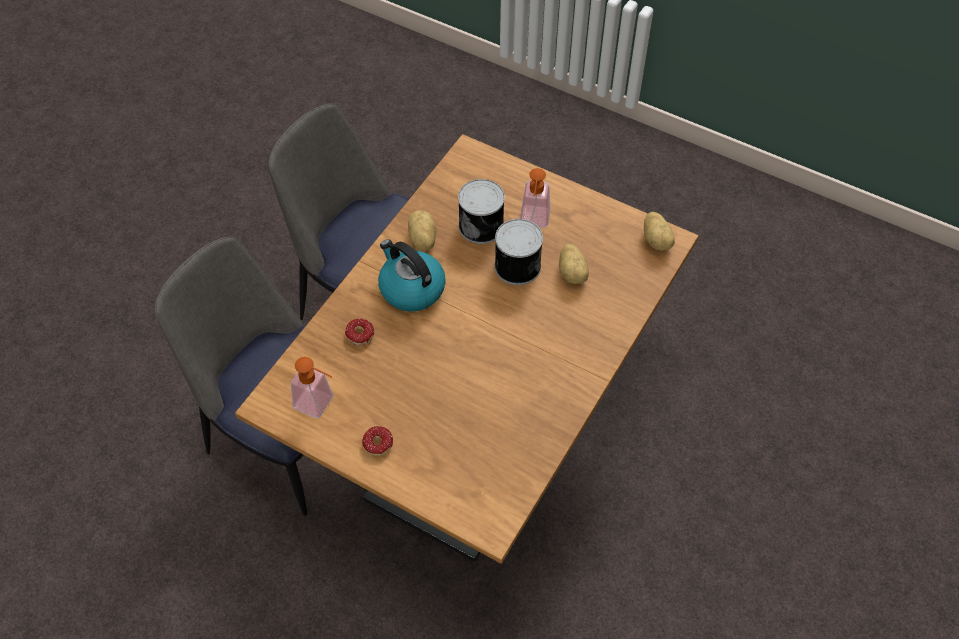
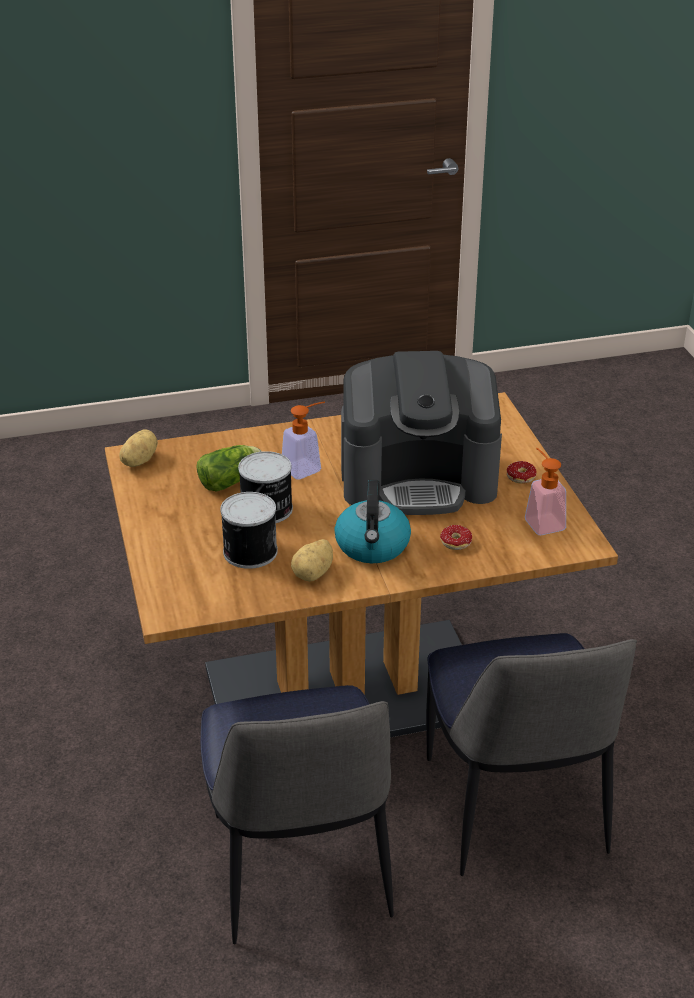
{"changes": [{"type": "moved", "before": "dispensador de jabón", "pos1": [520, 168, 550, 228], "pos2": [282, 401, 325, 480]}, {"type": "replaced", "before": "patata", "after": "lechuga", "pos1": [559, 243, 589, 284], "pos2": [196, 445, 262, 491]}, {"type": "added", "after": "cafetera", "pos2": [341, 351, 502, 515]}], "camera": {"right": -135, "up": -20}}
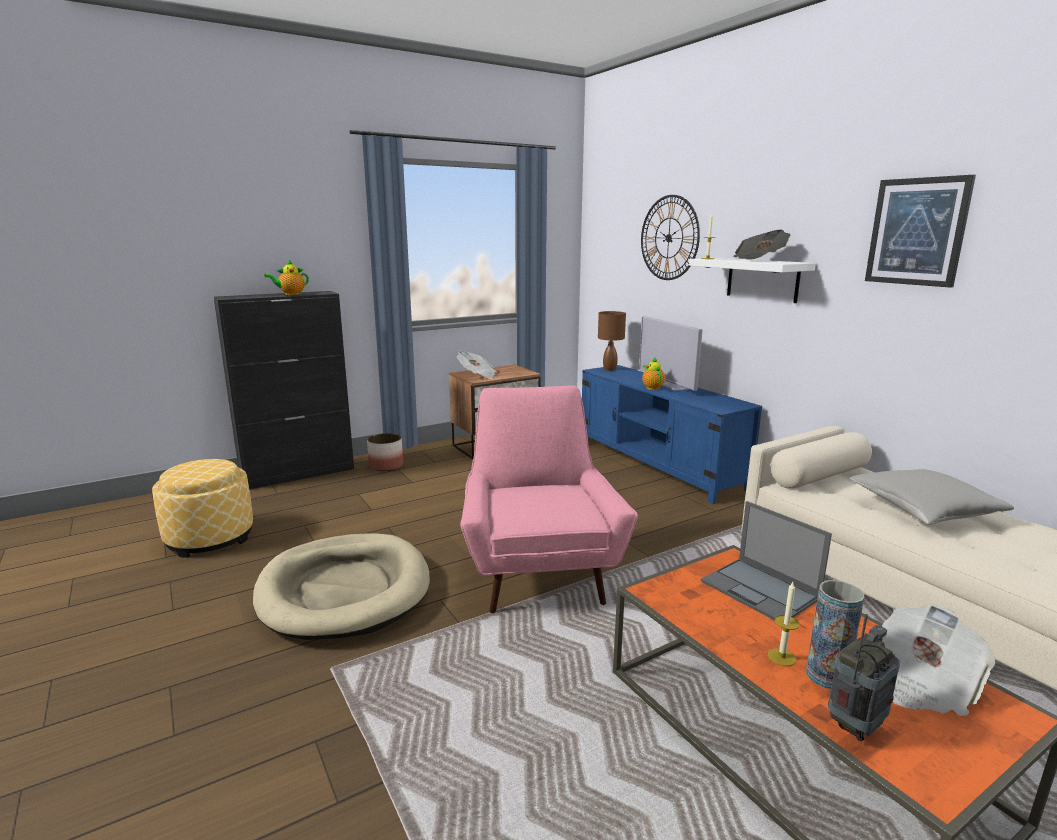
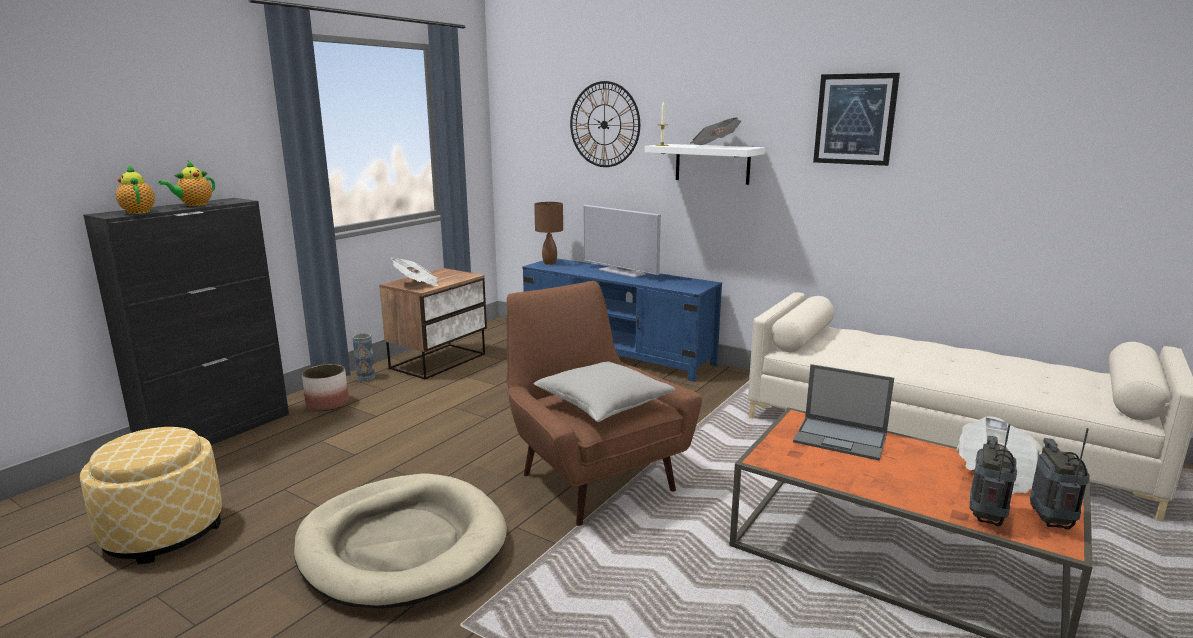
{"changes": [{"type": "moved", "before": "tetera", "pos1": [642, 357, 665, 390], "pos2": [116, 164, 155, 214]}, {"type": "recoloured", "before": "sillón (rosa)", "after": "sillón (marrón)", "pos1": [460, 386, 638, 613], "pos2": [506, 281, 702, 526]}, {"type": "moved", "before": "cojín (gris)", "pos1": [850, 469, 1014, 525], "pos2": [534, 361, 675, 422]}, {"type": "moved", "before": "florero", "pos1": [806, 580, 864, 689], "pos2": [352, 333, 375, 381]}, {"type": "removed", "before": "vela", "pos1": [768, 582, 799, 666]}, {"type": "added", "after": "radio", "pos2": [1030, 428, 1090, 530]}], "camera": {"right": -25, "up": 0}}
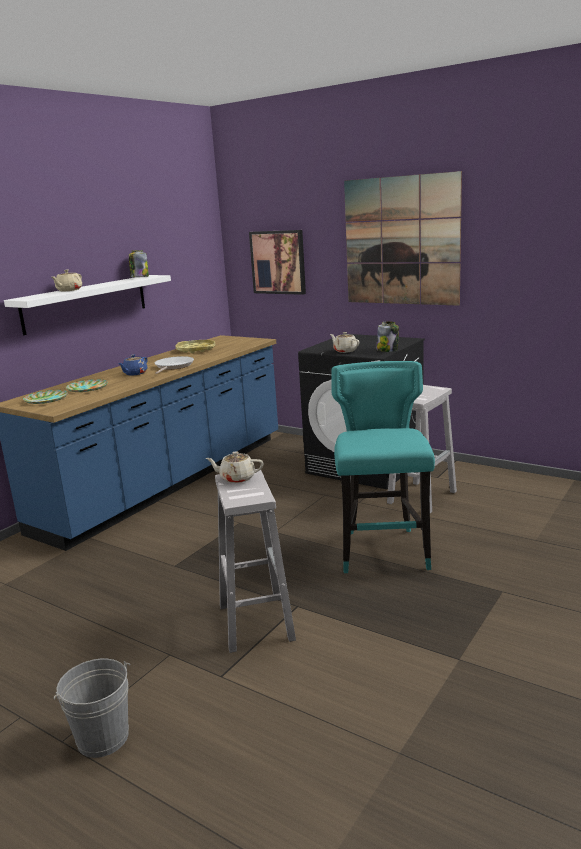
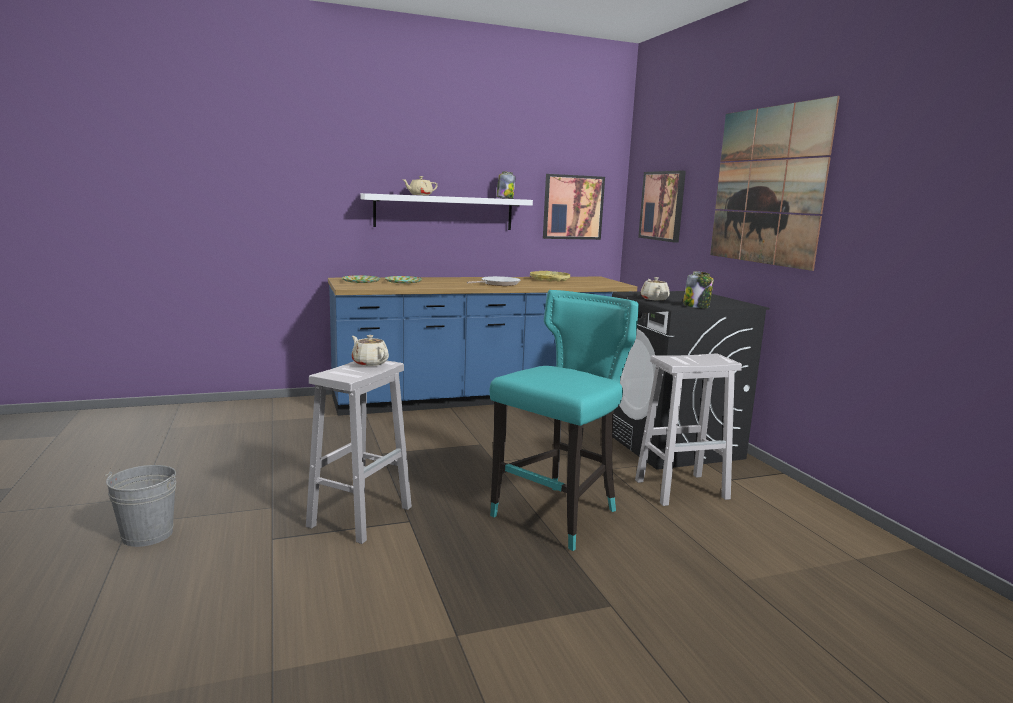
{"changes": [{"type": "removed", "before": "tetera (azul)", "pos1": [118, 354, 147, 375]}, {"type": "added", "after": "cuadro", "pos2": [543, 174, 605, 240]}], "camera": {"right": 35, "up": -5}}
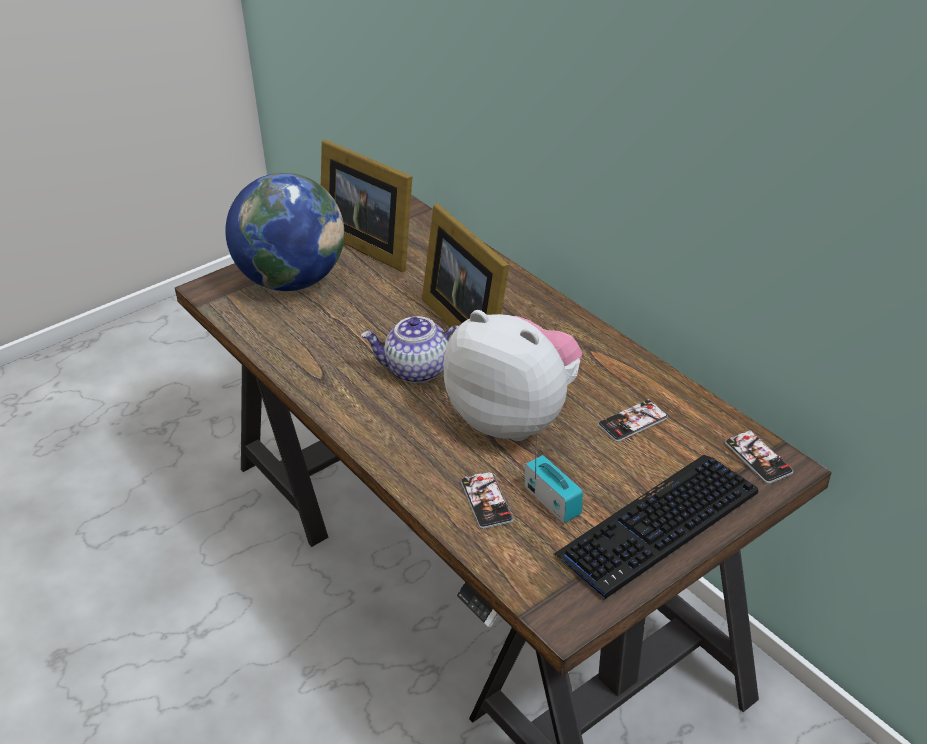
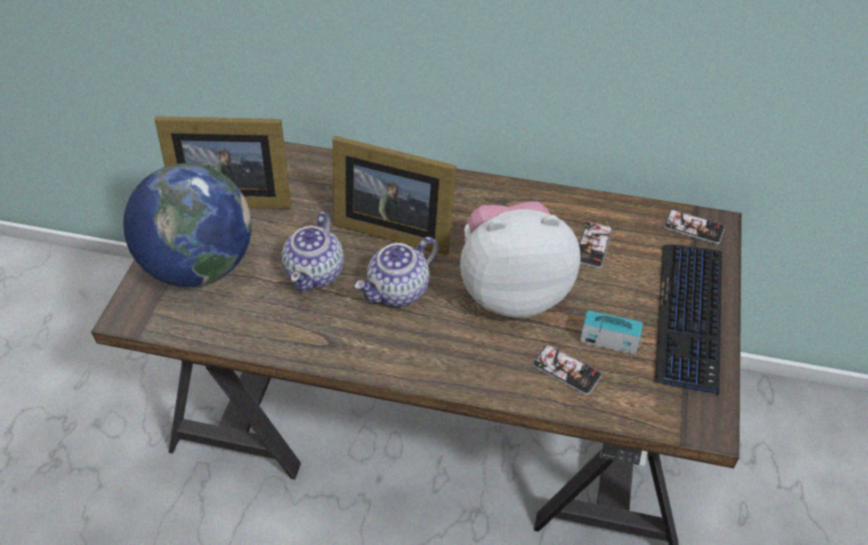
{"changes": [{"type": "added", "after": "tetera", "pos2": [282, 212, 344, 292]}], "camera": {"right": -40, "up": 10}}
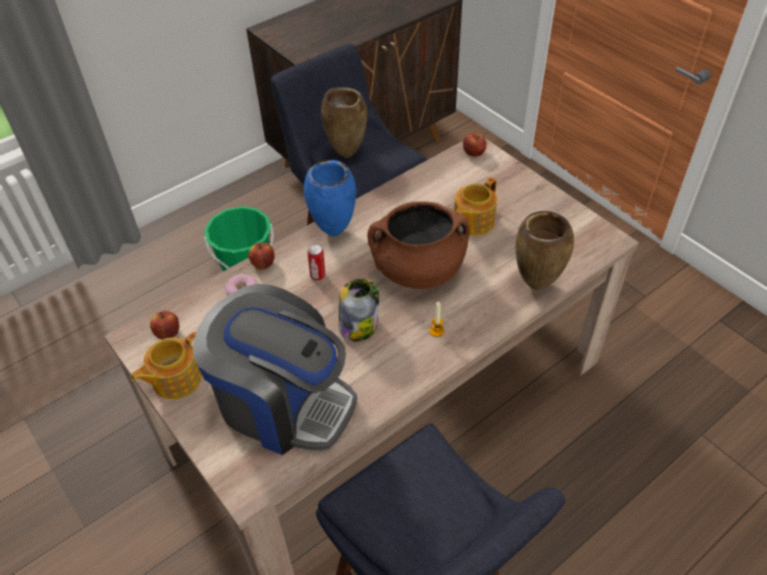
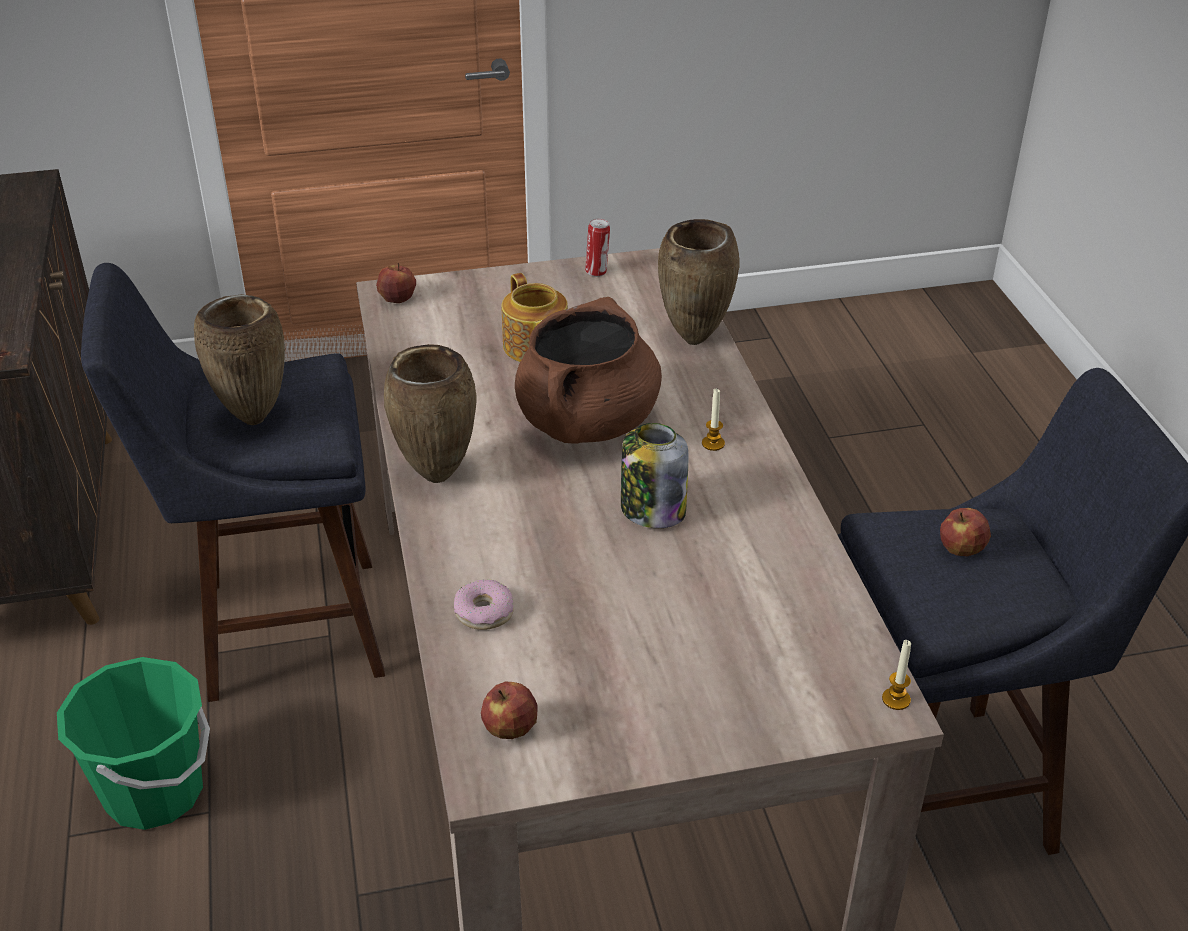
{"changes": [{"type": "recoloured", "before": "florero (azul)", "after": "florero (marrón)", "pos1": [304, 160, 356, 236], "pos2": [384, 344, 476, 483]}, {"type": "moved", "before": "manzana", "pos1": [248, 242, 275, 270], "pos2": [940, 508, 991, 556]}, {"type": "moved", "before": "lata", "pos1": [308, 244, 325, 281], "pos2": [585, 219, 610, 277]}, {"type": "removed", "before": "cafetera", "pos1": [193, 284, 357, 455]}, {"type": "removed", "before": "tetera", "pos1": [131, 332, 202, 399]}, {"type": "added", "after": "vela", "pos2": [882, 640, 911, 710]}], "camera": {"right": -65, "up": -10}}
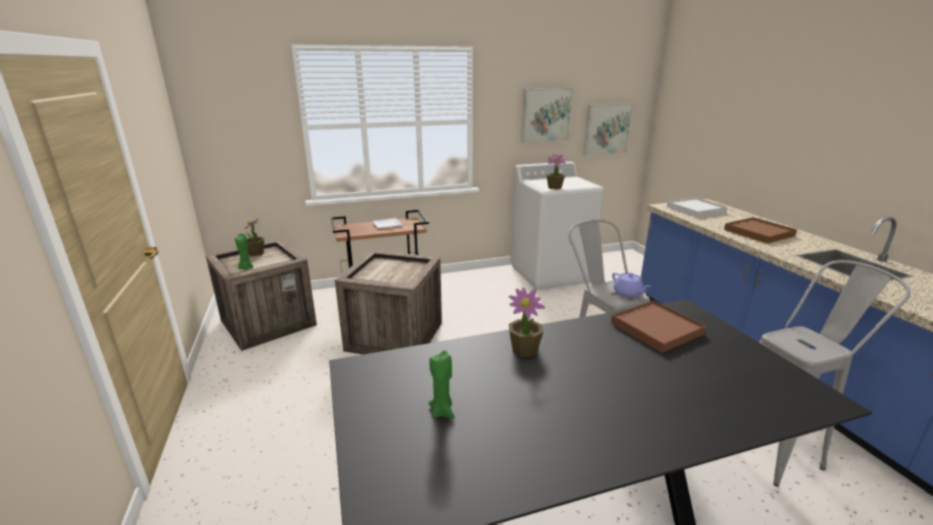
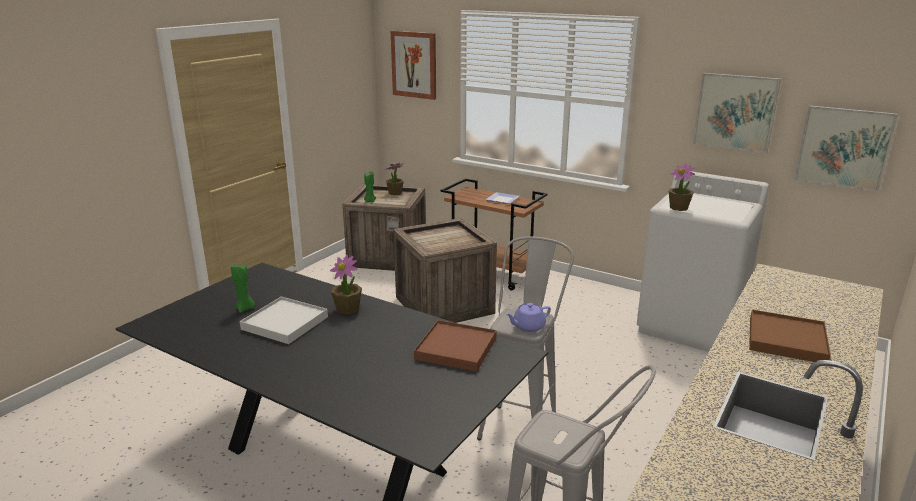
{"changes": [{"type": "moved", "before": "bandeja (blanco)", "pos1": [667, 198, 728, 217], "pos2": [240, 297, 328, 344]}, {"type": "turned", "before": "tetera (morado)", "pos1": [612, 272, 651, 298], "pos2": [506, 303, 551, 332], "turn": 45}, {"type": "added", "after": "cuadro", "pos2": [391, 31, 436, 100]}], "camera": {"right": 50, "up": 0}}
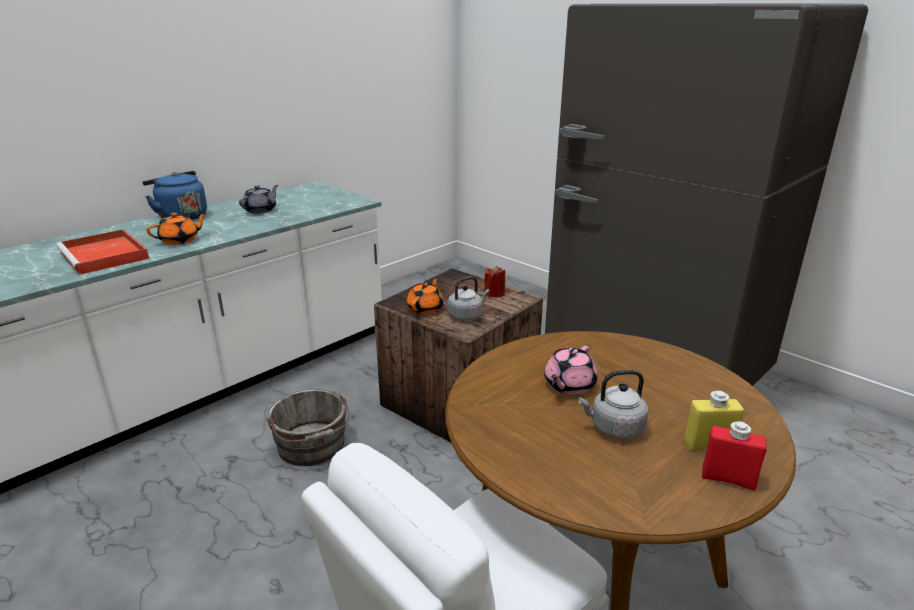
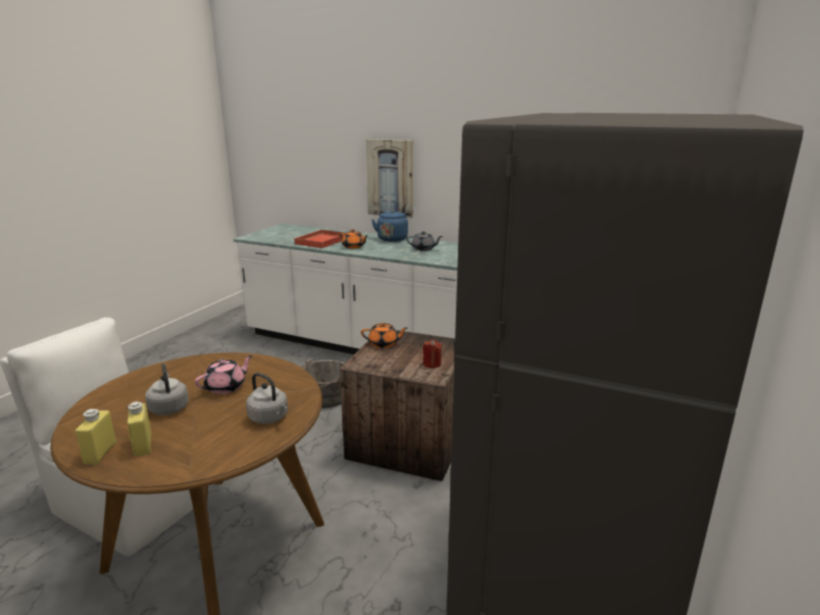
{"changes": [{"type": "moved", "before": "hervidor (gris)", "pos1": [448, 276, 490, 321], "pos2": [246, 373, 288, 424]}, {"type": "turned", "before": "tetera (rosa)", "pos1": [544, 346, 597, 395], "pos2": [195, 355, 252, 394], "turn": 120}, {"type": "recoloured", "before": "botella (rojo)", "after": "botella (amarillo)", "pos1": [702, 421, 767, 491], "pos2": [75, 409, 117, 465]}, {"type": "added", "after": "cuadro", "pos2": [366, 139, 413, 218]}], "camera": {"right": 70, "up": -5}}
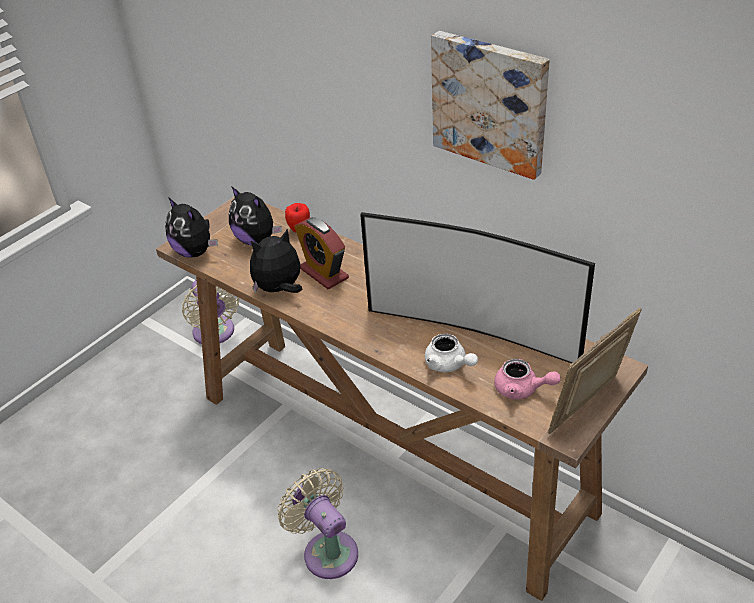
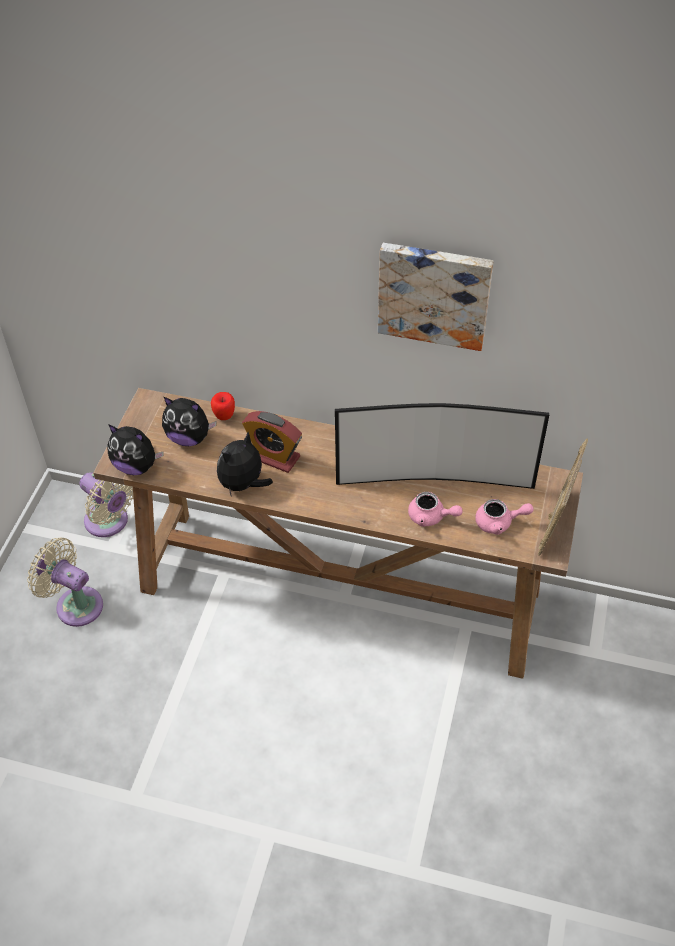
{"changes": [{"type": "recoloured", "before": "tetera (blanco)", "after": "tetera (rosa)", "pos1": [425, 333, 478, 372], "pos2": [408, 492, 463, 527]}, {"type": "moved", "before": "ventilador (beis)", "pos1": [278, 468, 358, 579], "pos2": [27, 537, 103, 627]}], "camera": {"right": -25, "up": 10}}
